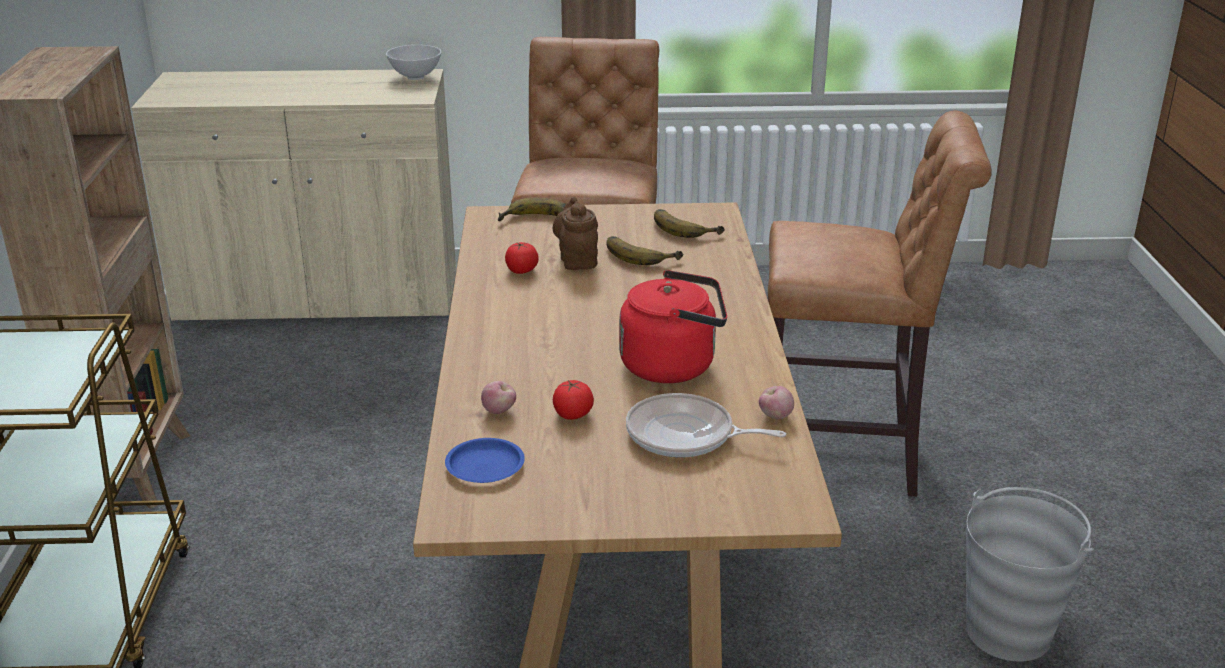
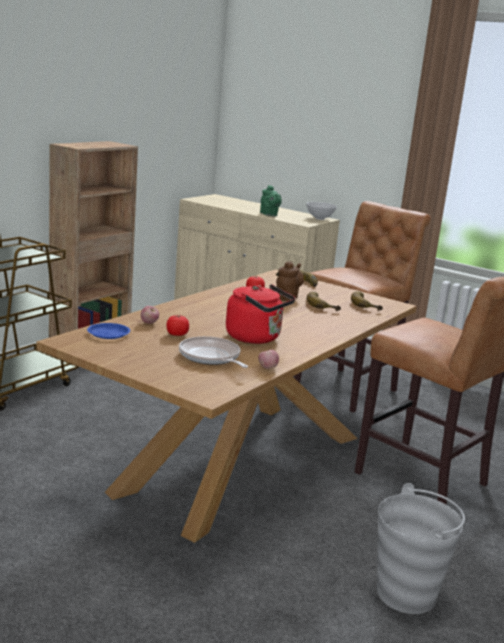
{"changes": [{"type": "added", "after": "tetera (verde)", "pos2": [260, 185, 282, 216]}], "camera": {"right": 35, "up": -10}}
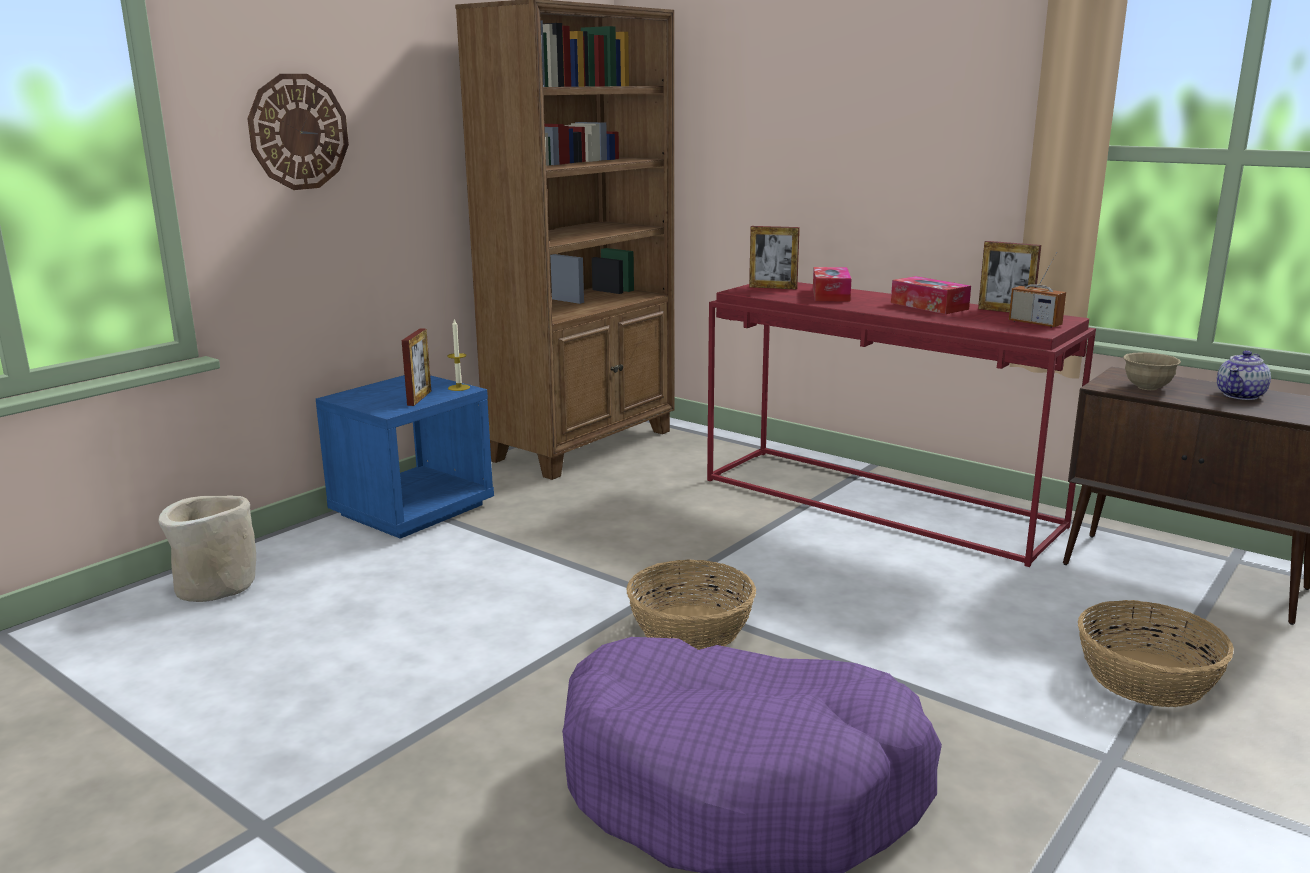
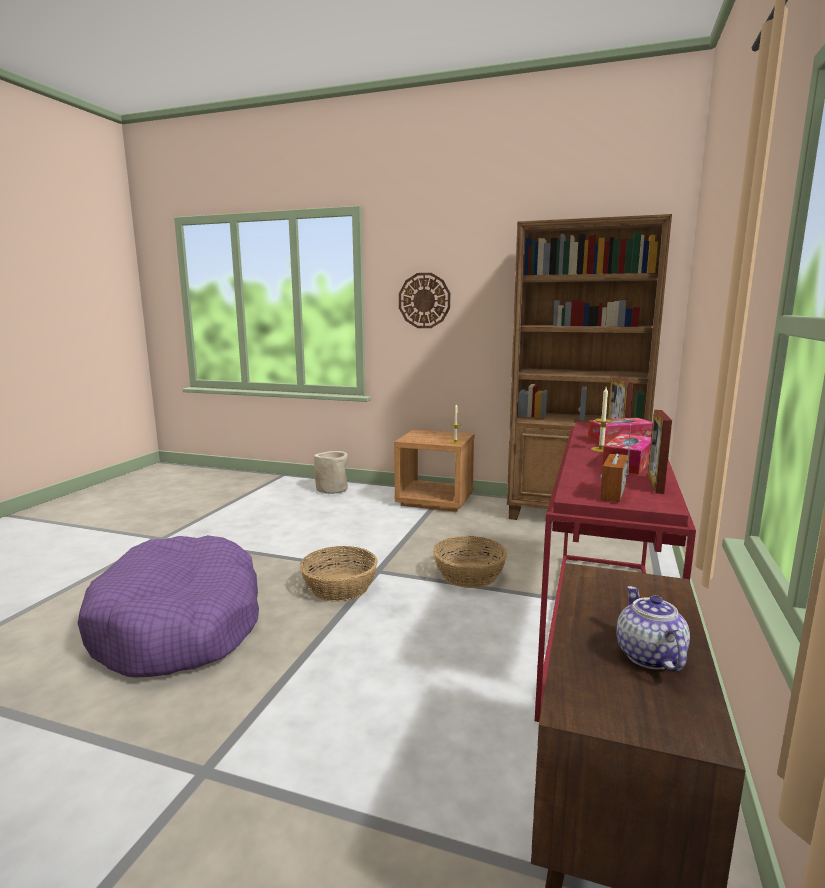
{"changes": [{"type": "removed", "before": "portarretratos", "pos1": [402, 329, 431, 406]}, {"type": "turned", "before": "tetera", "pos1": [1217, 350, 1271, 400], "pos2": [616, 586, 690, 672], "turn": 60}, {"type": "removed", "before": "cuenco (beis)", "pos1": [1123, 352, 1181, 390]}, {"type": "recoloured", "before": "mesita de noche (azul)", "after": "mesita de noche (marrón)", "pos1": [316, 375, 494, 539], "pos2": [394, 430, 475, 512]}, {"type": "moved", "before": "cesta", "pos1": [1078, 600, 1234, 707], "pos2": [433, 536, 507, 588]}, {"type": "added", "after": "vela", "pos2": [591, 387, 612, 452]}], "camera": {"right": 70, "up": -5}}
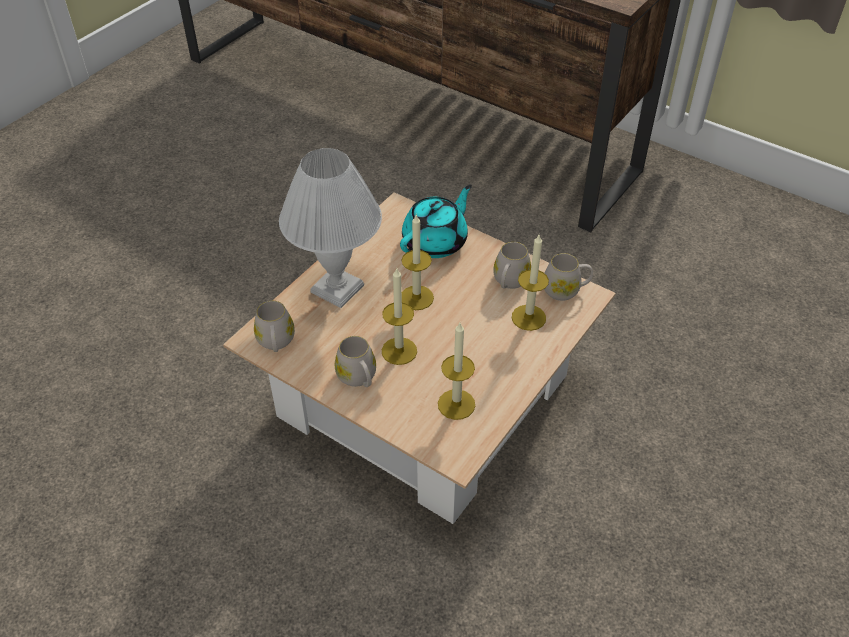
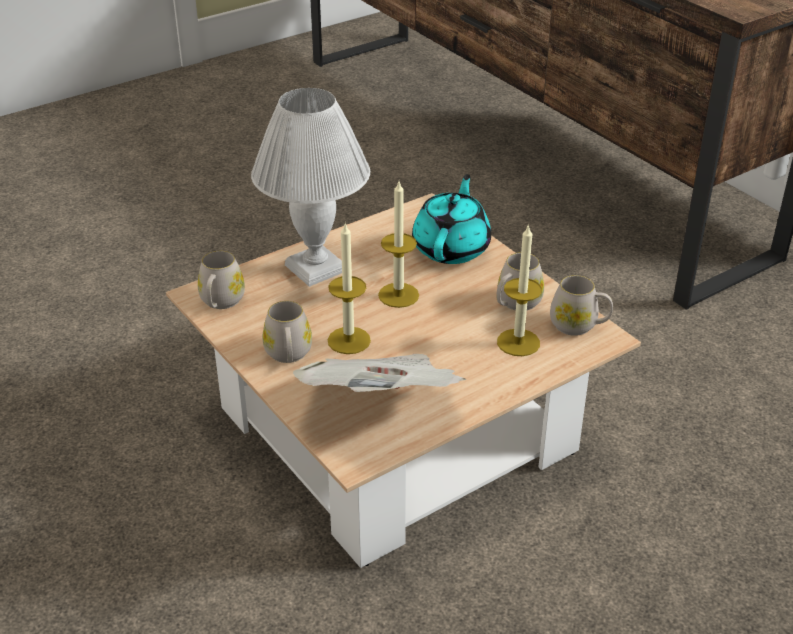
{"changes": [{"type": "turned", "before": "tetera (turquesa)", "pos1": [400, 184, 472, 258], "pos2": [412, 174, 491, 264], "turn": -45}, {"type": "replaced", "before": "vela", "after": "periódico", "pos1": [438, 323, 475, 420], "pos2": [293, 354, 467, 392]}], "camera": {"right": 20, "up": -10}}
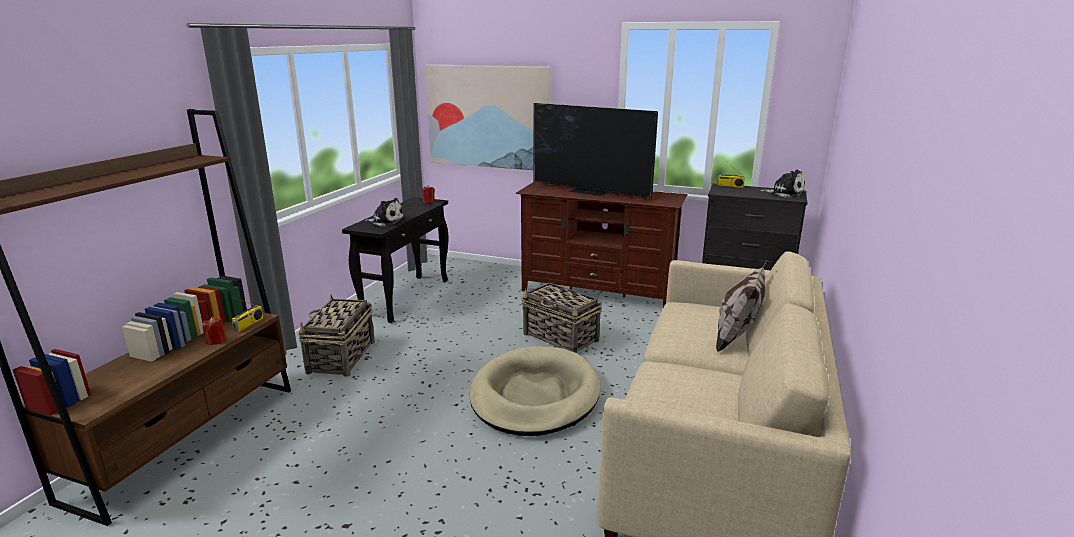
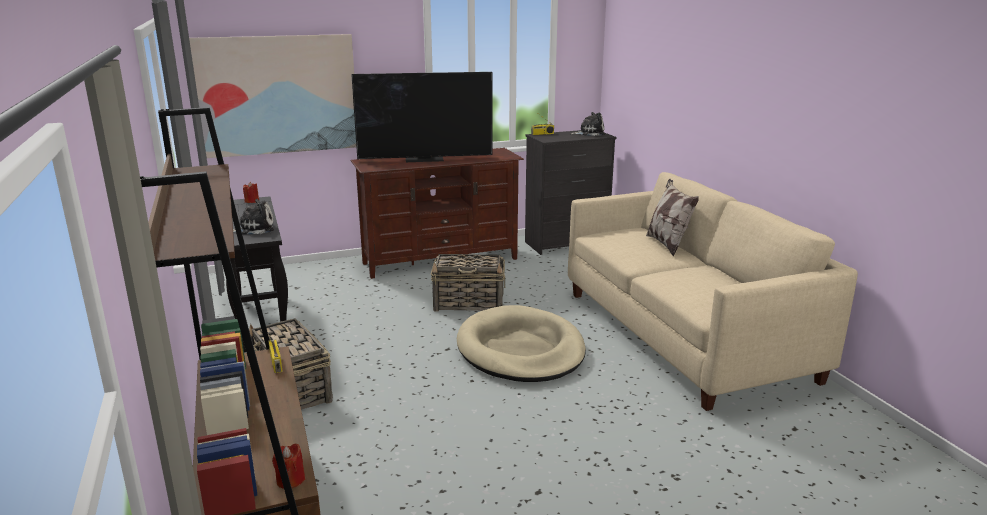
{"changes": [{"type": "moved", "before": "vela (rojo)", "pos1": [203, 317, 226, 345], "pos2": [272, 443, 305, 489]}], "camera": {"right": -40, "up": 0}}
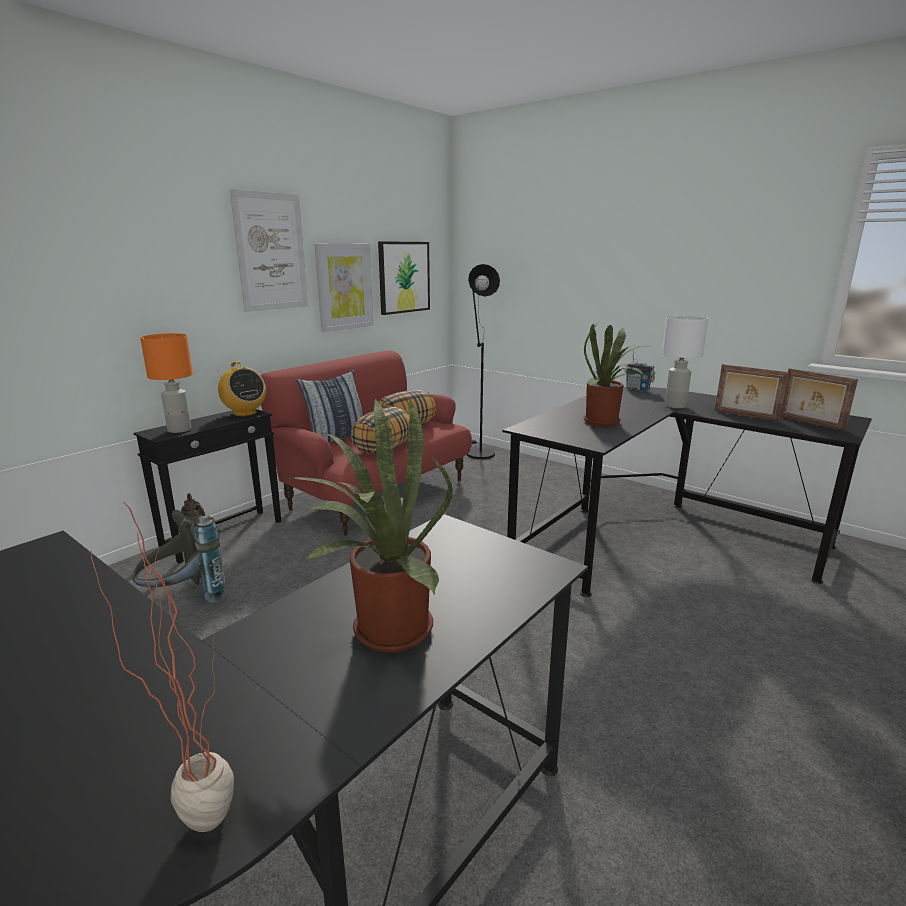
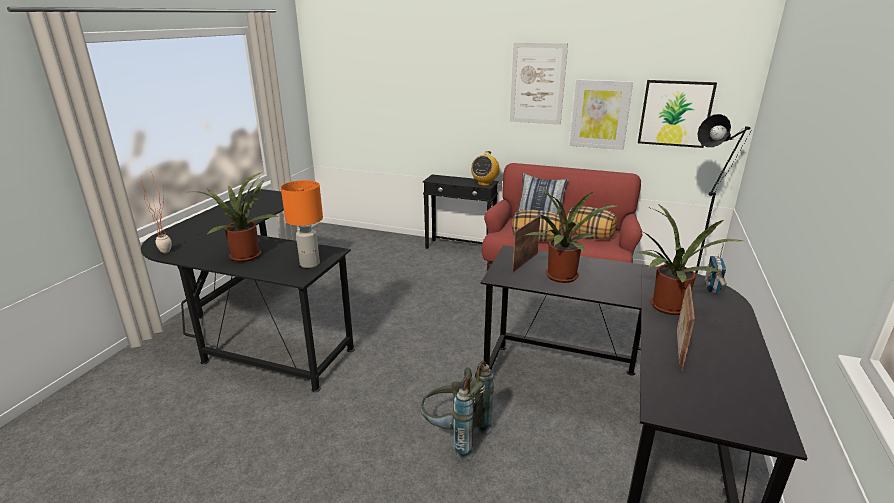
{"changes": [{"type": "replaced", "before": "lámpara de mesa (blanco)", "after": "planta en maceta", "pos1": [662, 315, 709, 408], "pos2": [636, 203, 743, 315]}, {"type": "moved", "before": "lámpara de mesa (naranja)", "pos1": [140, 333, 193, 433], "pos2": [281, 180, 323, 268]}, {"type": "moved", "before": "portarretratos", "pos1": [780, 368, 858, 431], "pos2": [512, 215, 541, 272]}, {"type": "moved", "before": "mochila (gris)", "pos1": [132, 493, 226, 603], "pos2": [420, 361, 494, 461]}], "camera": {"right": 70, "up": 5}}
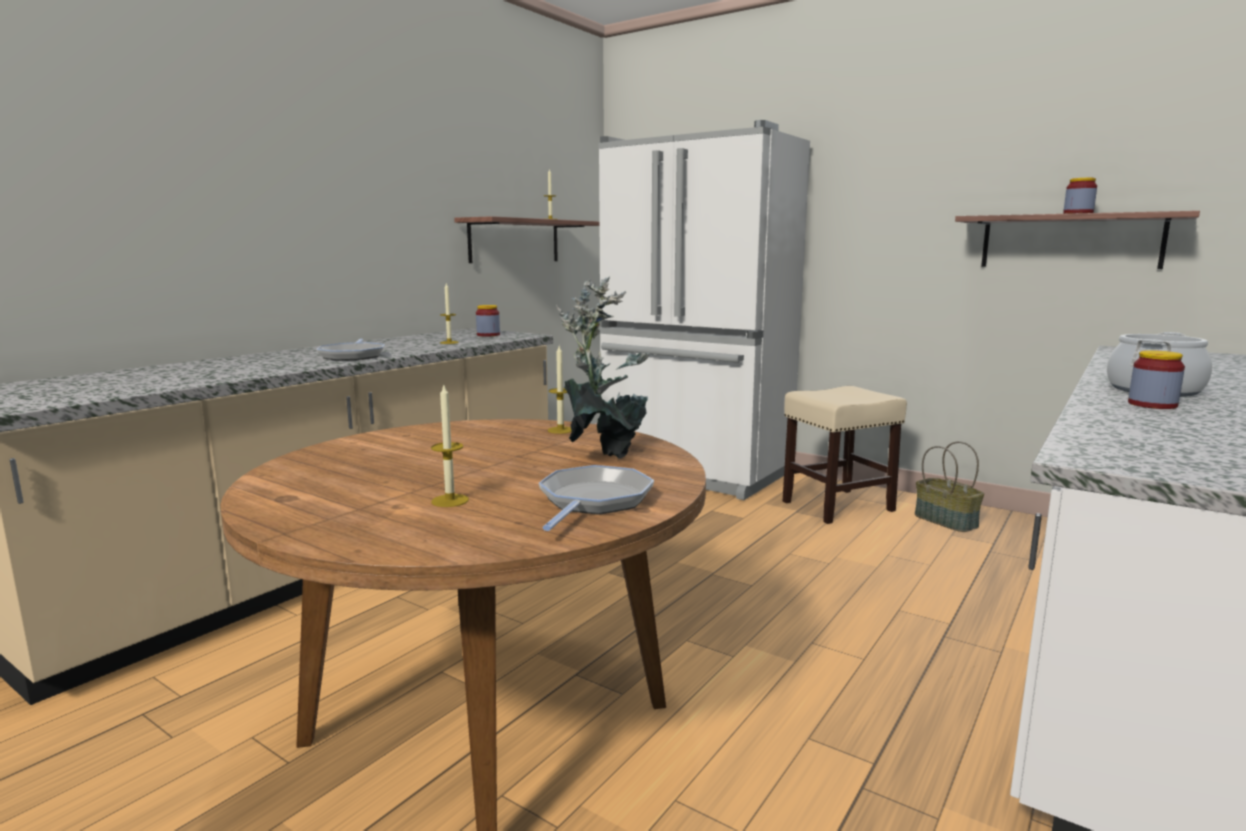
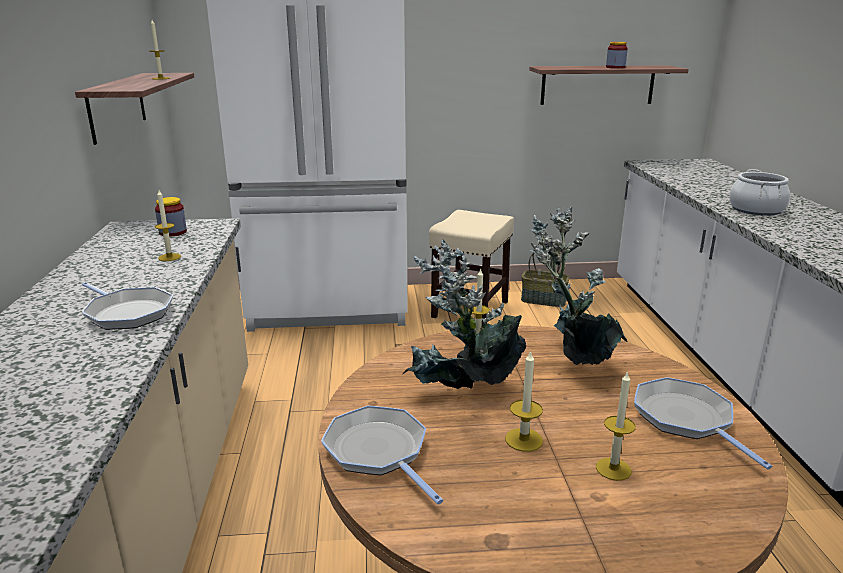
{"changes": [{"type": "removed", "before": "tarro", "pos1": [1128, 350, 1185, 409]}, {"type": "added", "after": "planta en maceta", "pos2": [402, 239, 526, 389]}, {"type": "added", "after": "vela", "pos2": [505, 350, 543, 452]}, {"type": "added", "after": "sartén", "pos2": [321, 405, 443, 504]}], "camera": {"right": -40, "up": 10}}
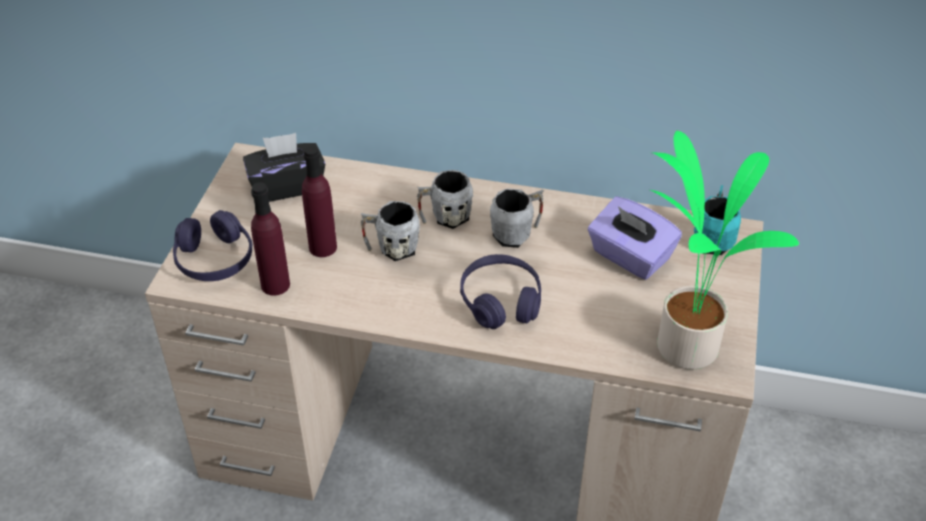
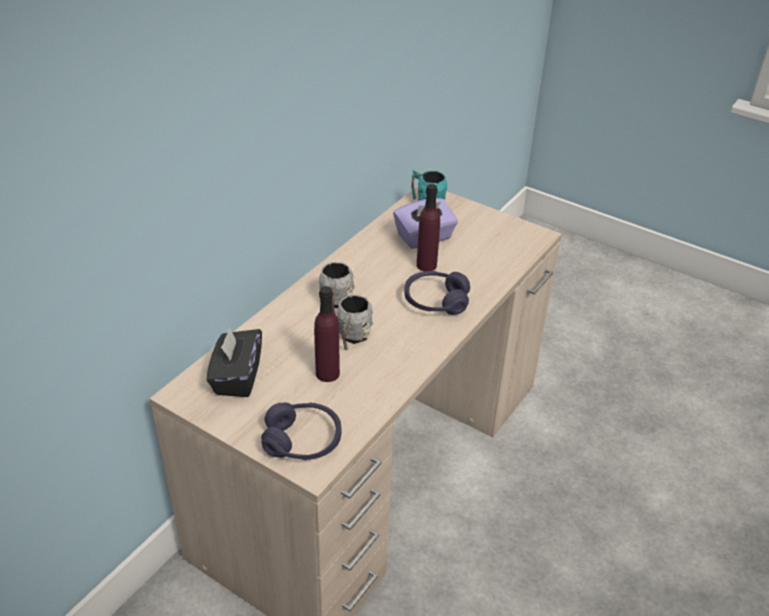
{"changes": [{"type": "removed", "before": "planta en maceta", "pos1": [650, 131, 799, 369]}, {"type": "moved", "before": "botella (morado)", "pos1": [251, 182, 290, 295], "pos2": [416, 184, 440, 271]}, {"type": "removed", "before": "taza grande (gris)", "pos1": [490, 188, 544, 248]}], "camera": {"right": -70, "up": -5}}
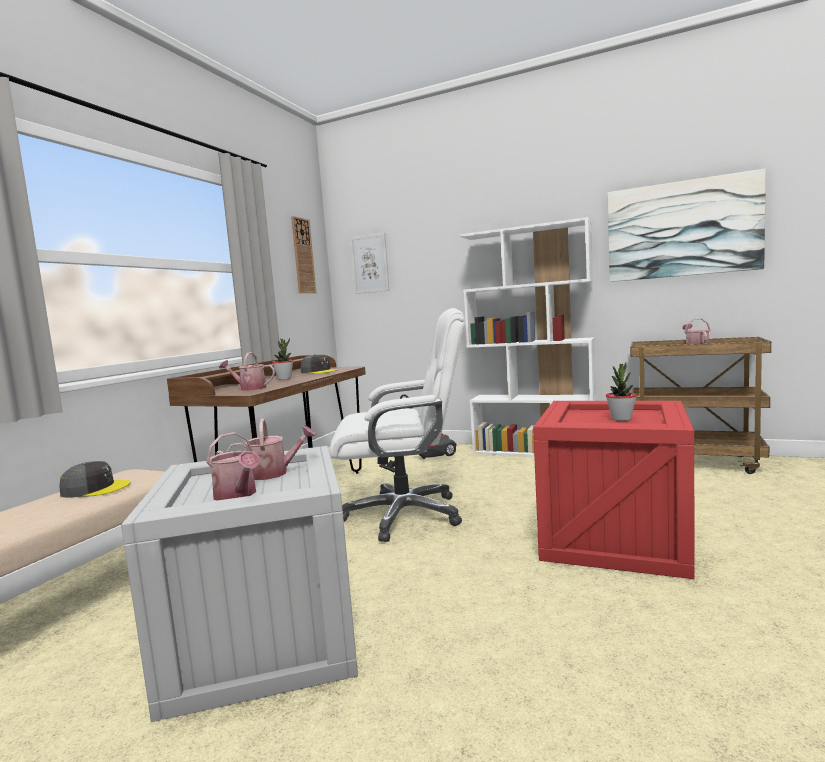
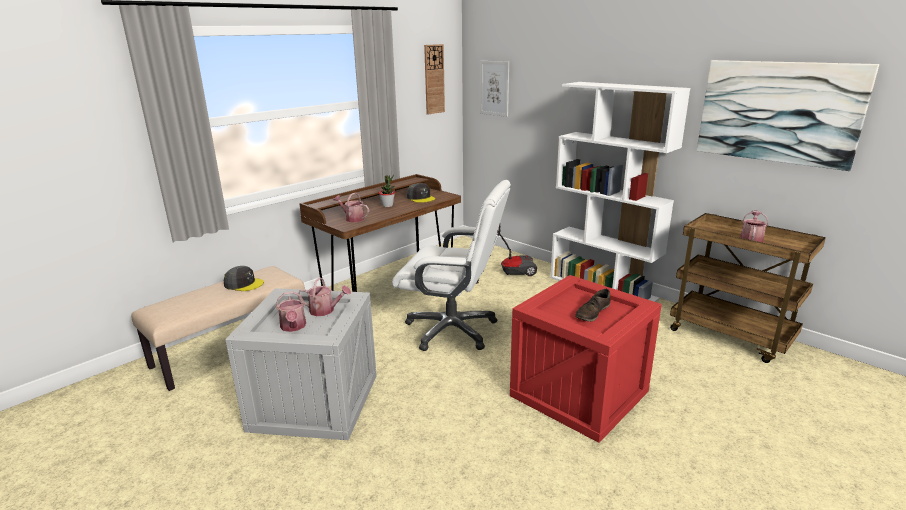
{"changes": [{"type": "replaced", "before": "planta en maceta", "after": "zapato (marrón)", "pos1": [606, 362, 637, 421], "pos2": [575, 289, 611, 322]}], "camera": {"right": 20, "up": 15}}
